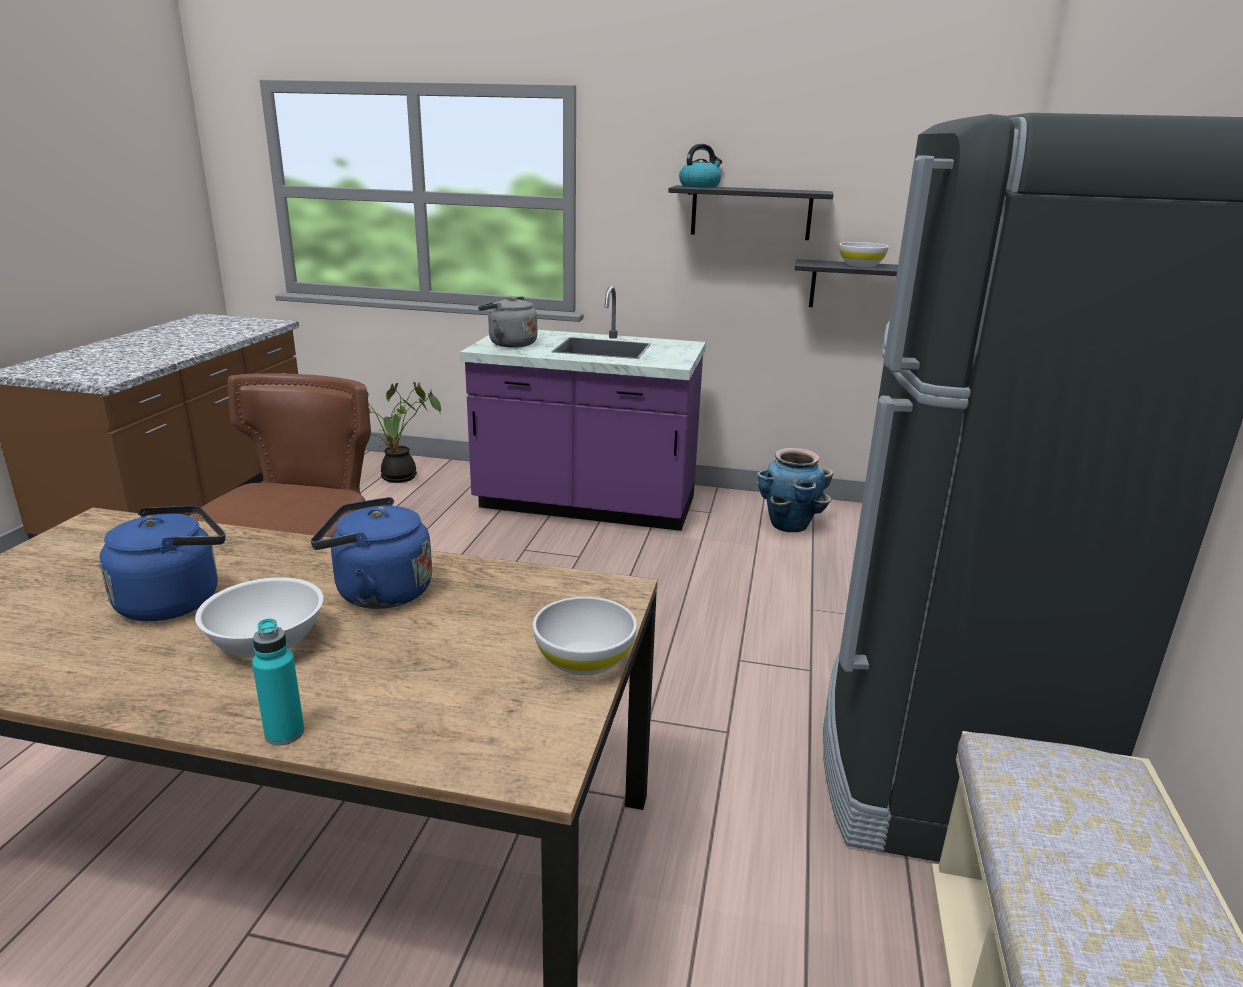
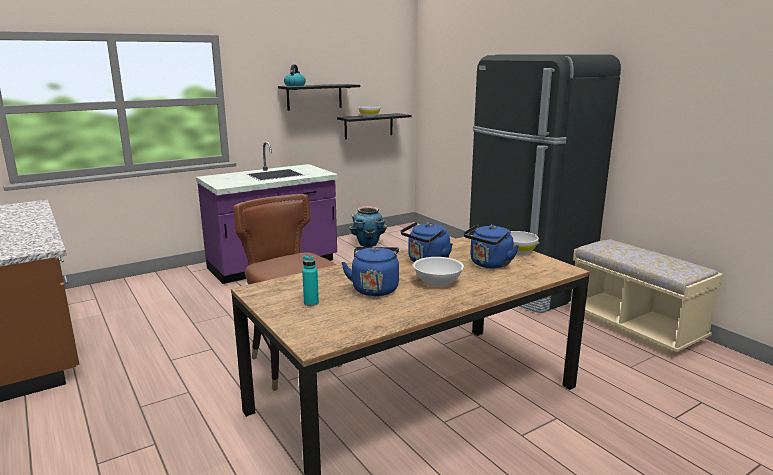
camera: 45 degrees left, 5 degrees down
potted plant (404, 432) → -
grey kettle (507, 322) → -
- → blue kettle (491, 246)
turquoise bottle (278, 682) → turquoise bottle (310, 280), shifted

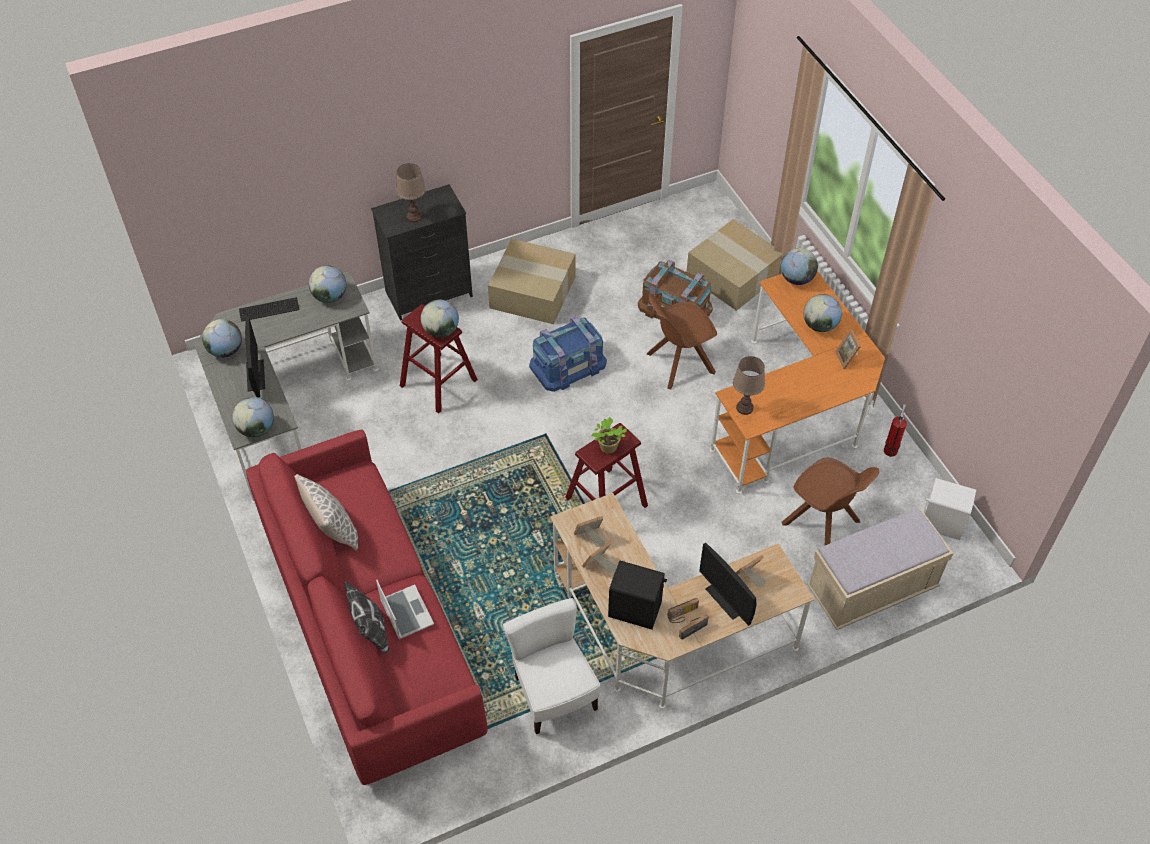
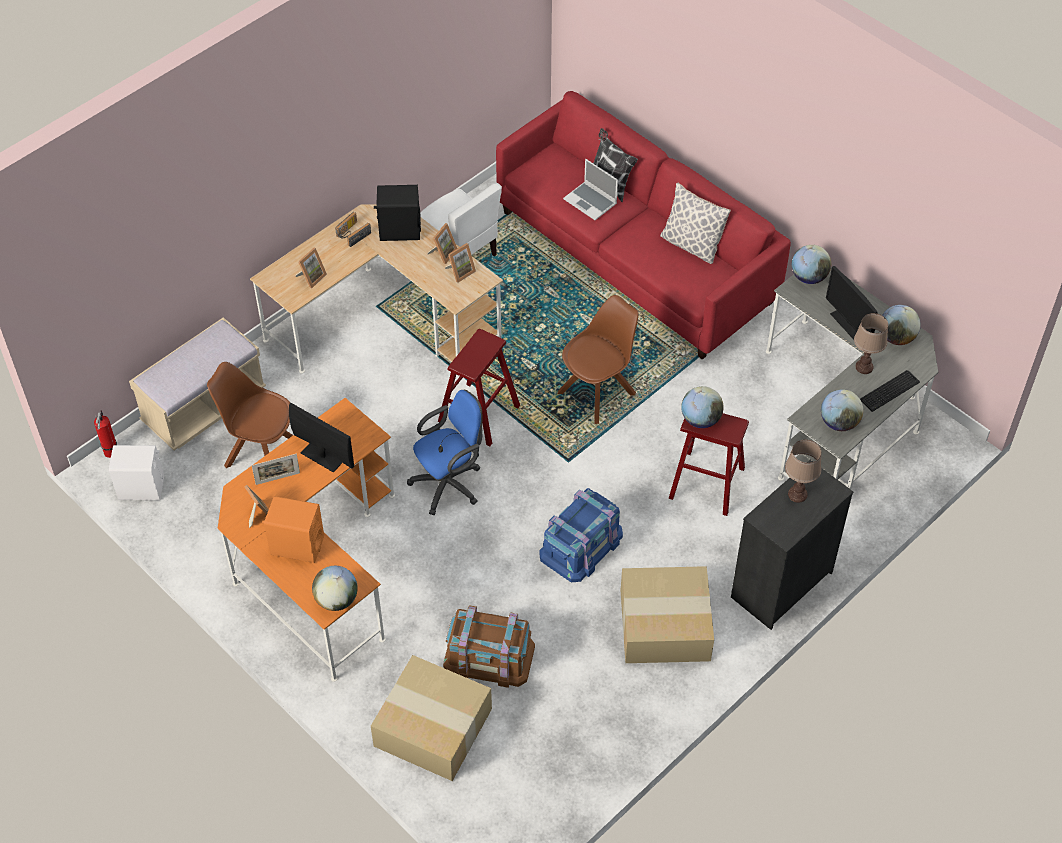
camera: 160 degrees right, 0 degrees up
potted plant (609, 435) → -
- → picture frame (276, 469)
- → blue office chair (444, 452)
brown chair (682, 342) → brown chair (598, 359), shifted
monitor (728, 584) → monitor (321, 438), shifted
brown table lamp (749, 385) → brown table lamp (871, 343), shifted
fire extinguisher (895, 430) → fire extinguisher (105, 434), shifted
globe (822, 313) → orange speaker (293, 529)

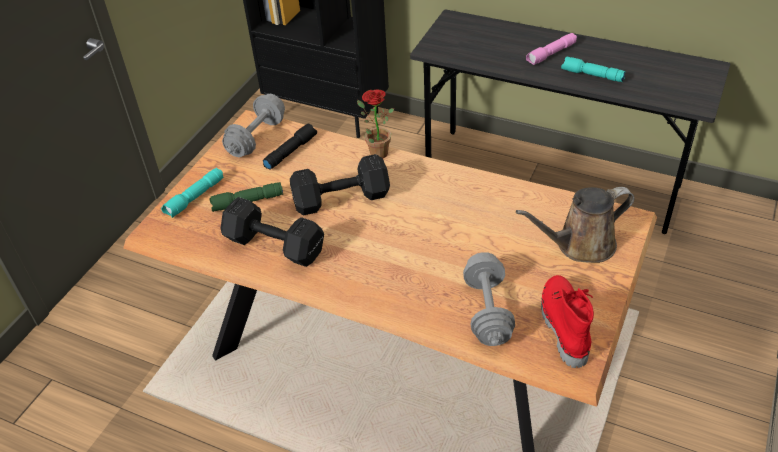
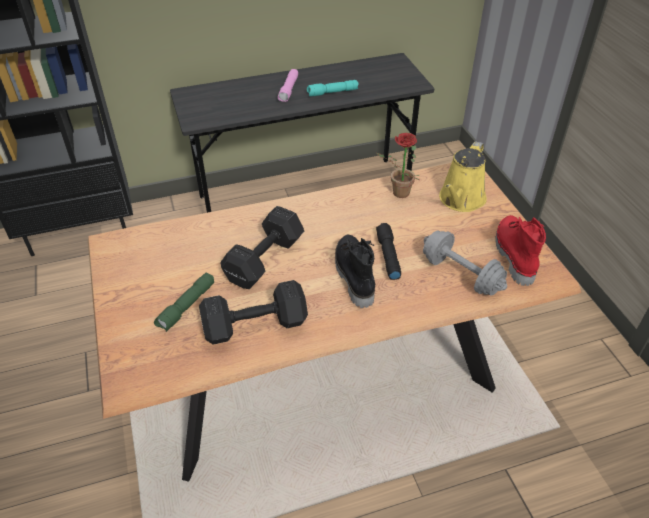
camera: 45 degrees left, 0 degrees up
turquoise flashlight (192, 193) → -
grey dumbbell (253, 125) → -
- → black boot (355, 271)
black flashlight (289, 147) → black flashlight (388, 251), shifted
potted plant (375, 123) → potted plant (398, 165), shifted
brown watering can (575, 225) → yellow watering can (463, 176)
red boot (567, 321) → red boot (520, 250), 45 degrees clockwise

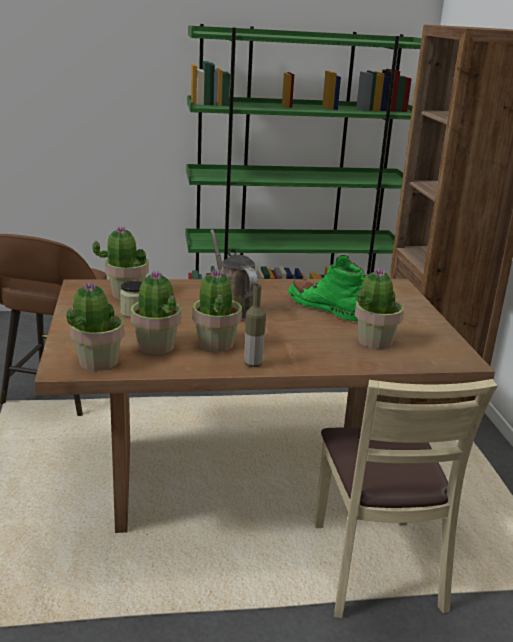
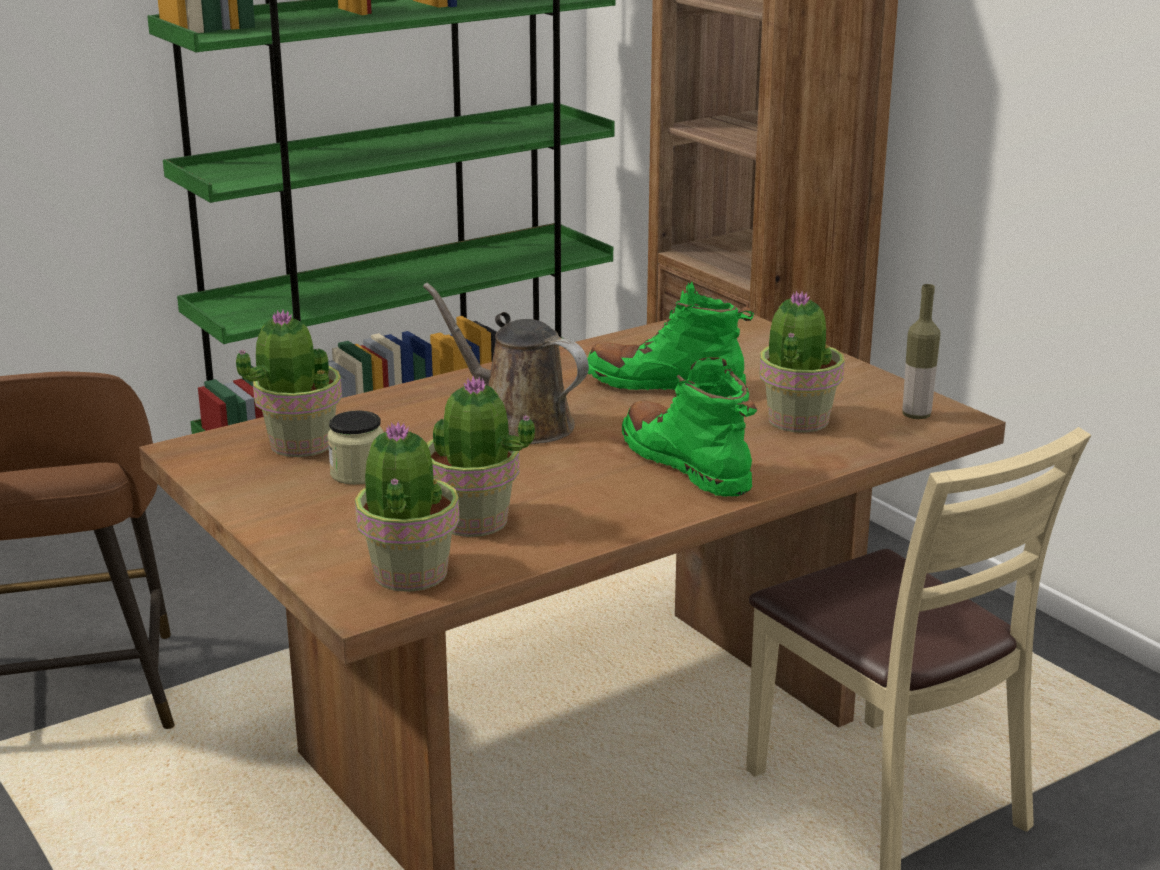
camera: 25 degrees left, 0 degrees up
potted plant (217, 310) → -
- → green boot (689, 427)
bottle (255, 325) → bottle (921, 351), shifted

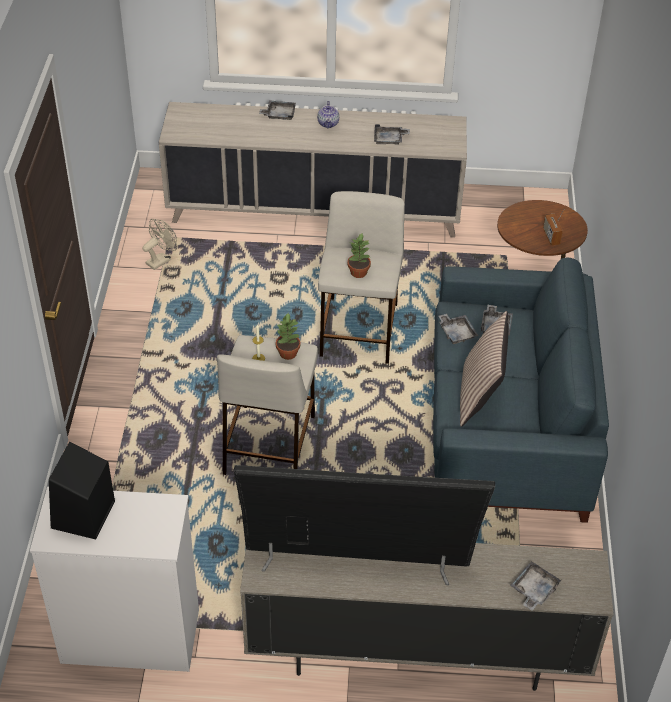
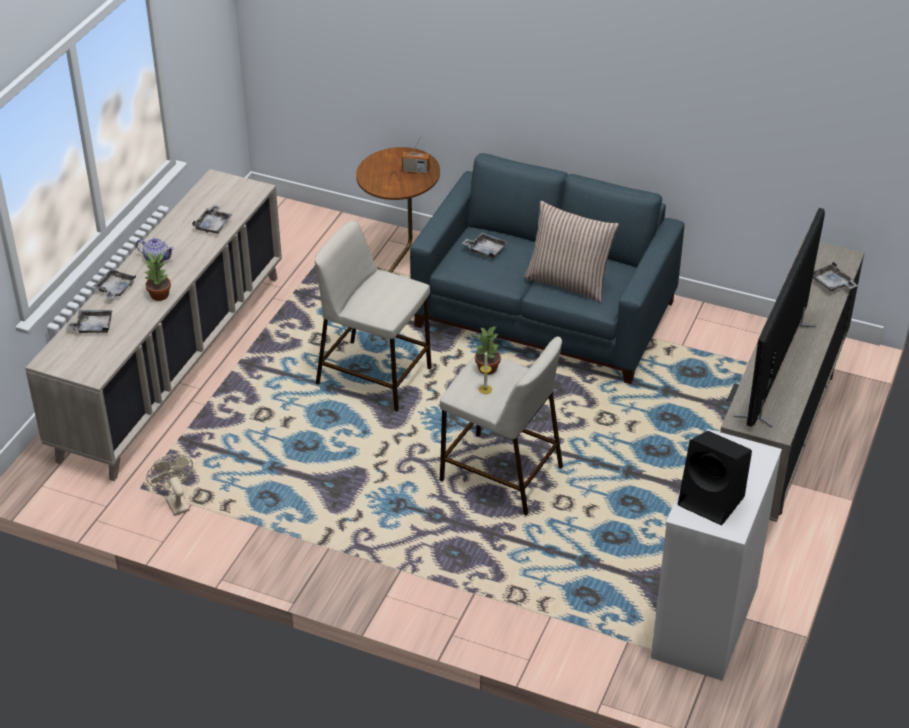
camera: 70 degrees left, 5 degrees down
potted plant (359, 256) → potted plant (158, 277), shifted
grey tray (458, 329) → grey tray (89, 322), shifted

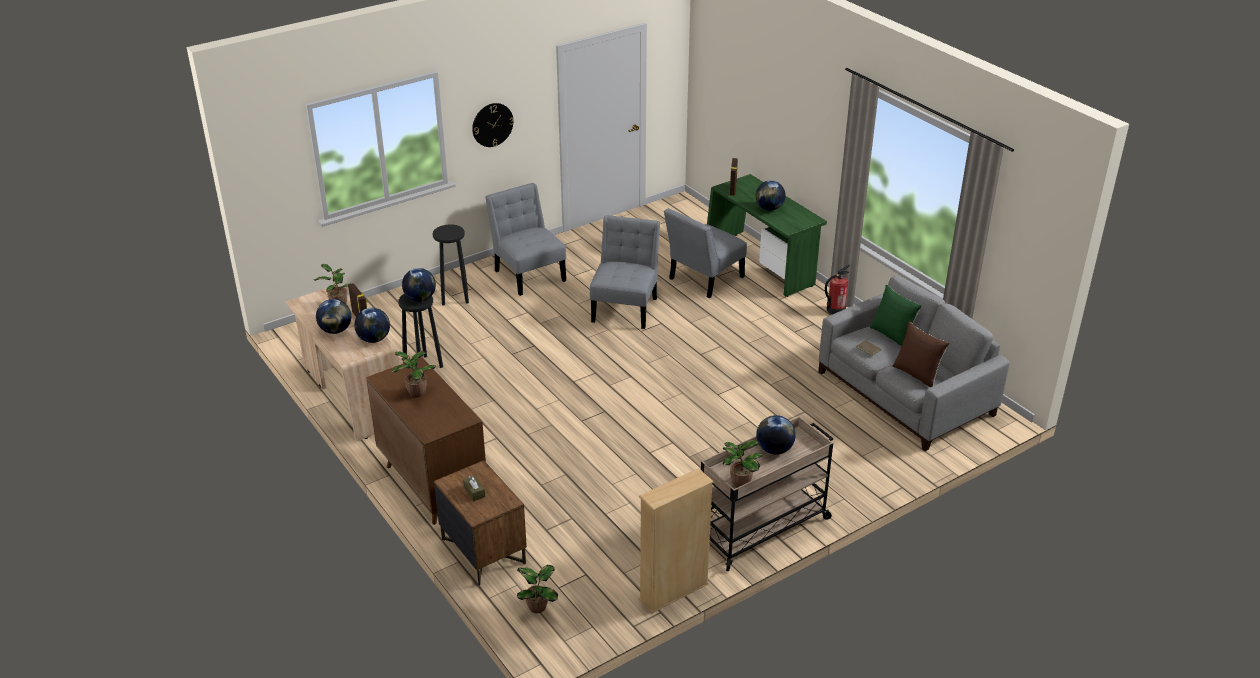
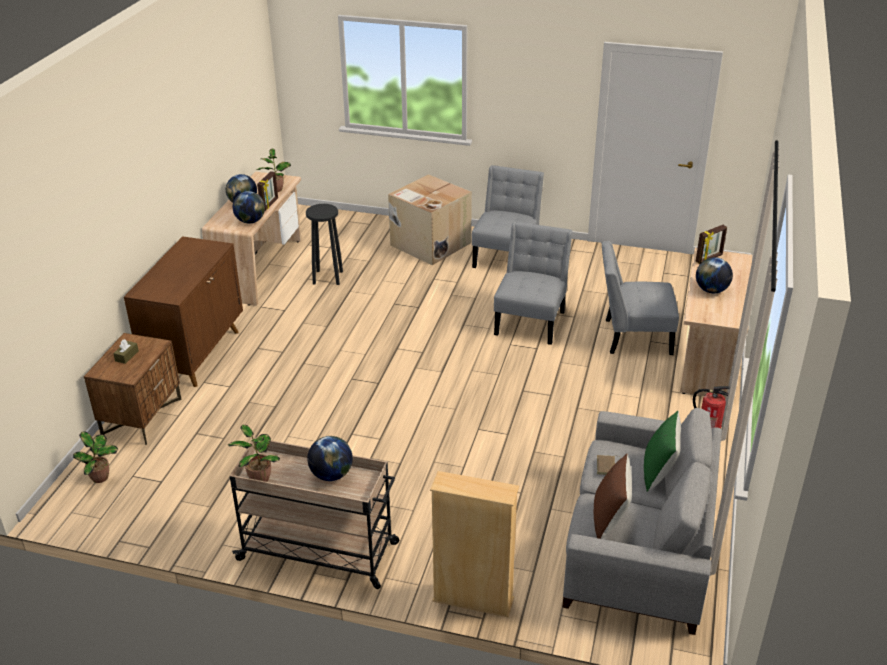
camera: 50 degrees right, 0 degrees up
potted plant (413, 374) → -
globe (419, 285) → -
wall clock (493, 125) → -
beige bookcase (676, 540) → beige bookcase (474, 544), shifted
black stool (451, 265) → cardboard box (430, 219)
green desk (767, 235) → beige desk (716, 323)
grey chair (625, 272) → grey chair (533, 283), 45 degrees counterclockwise

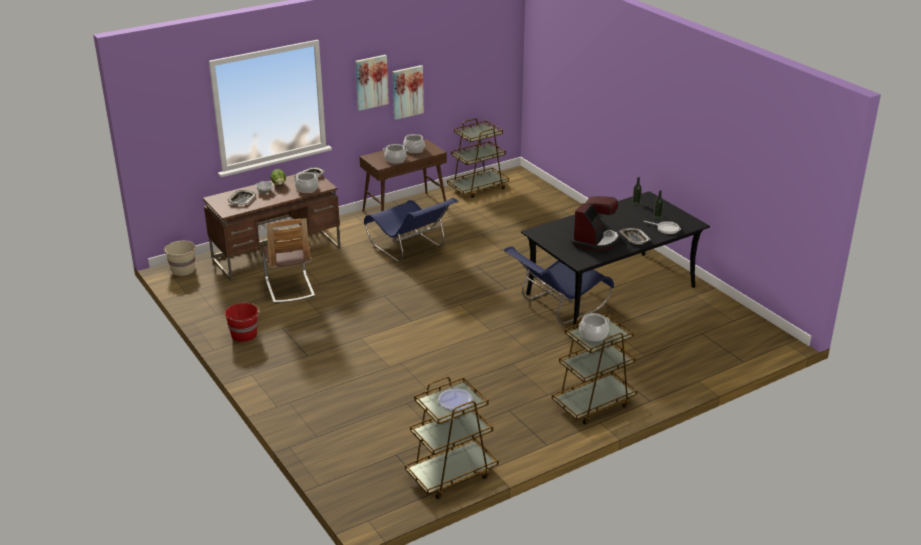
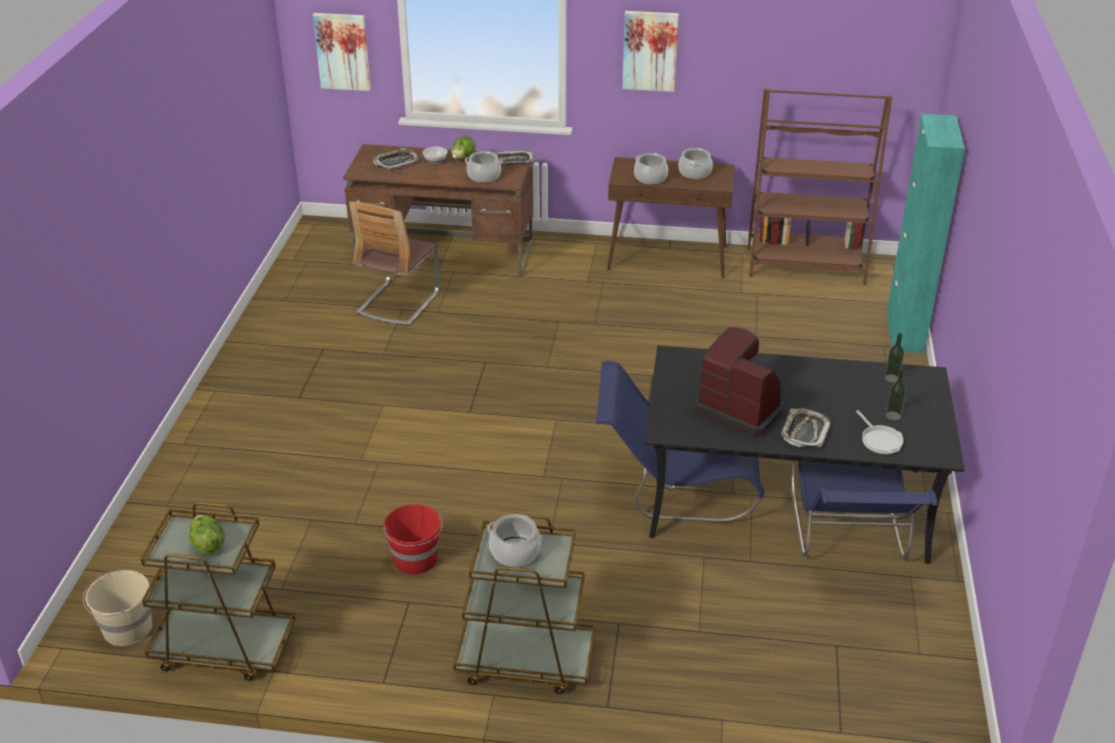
camera: 40 degrees right, 5 degrees up
- → turquoise cabinet (926, 233)
beige bucket (179, 258) → beige bucket (117, 608), shifted
red bucket (242, 322) → red bucket (413, 539), shifted
blue chair (411, 229) → blue chair (865, 509), shifted
picture (408, 92) → picture (342, 52), shifted
plate (455, 399) → lettuce (207, 534)
brown cart (478, 158) → brown bookcase (819, 187)
coffee machine (595, 223) → coffee machine (739, 381), 120 degrees counterclockwise

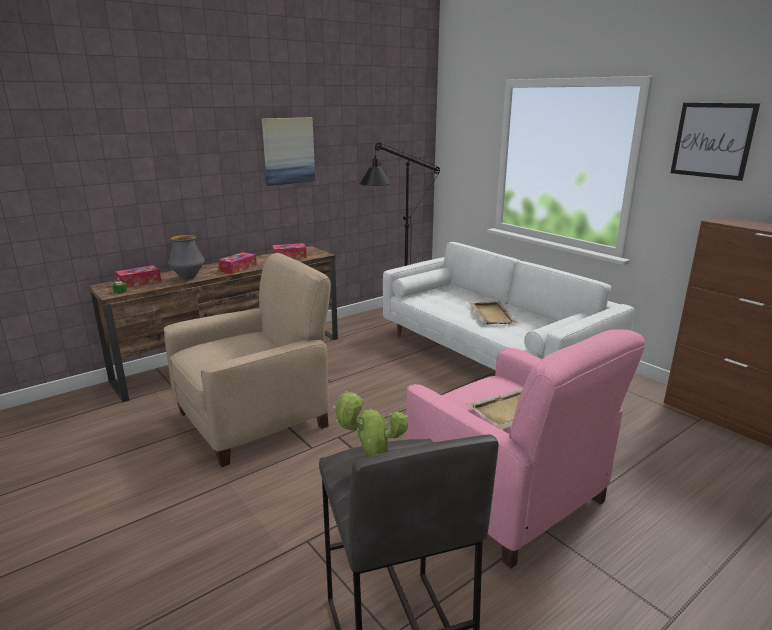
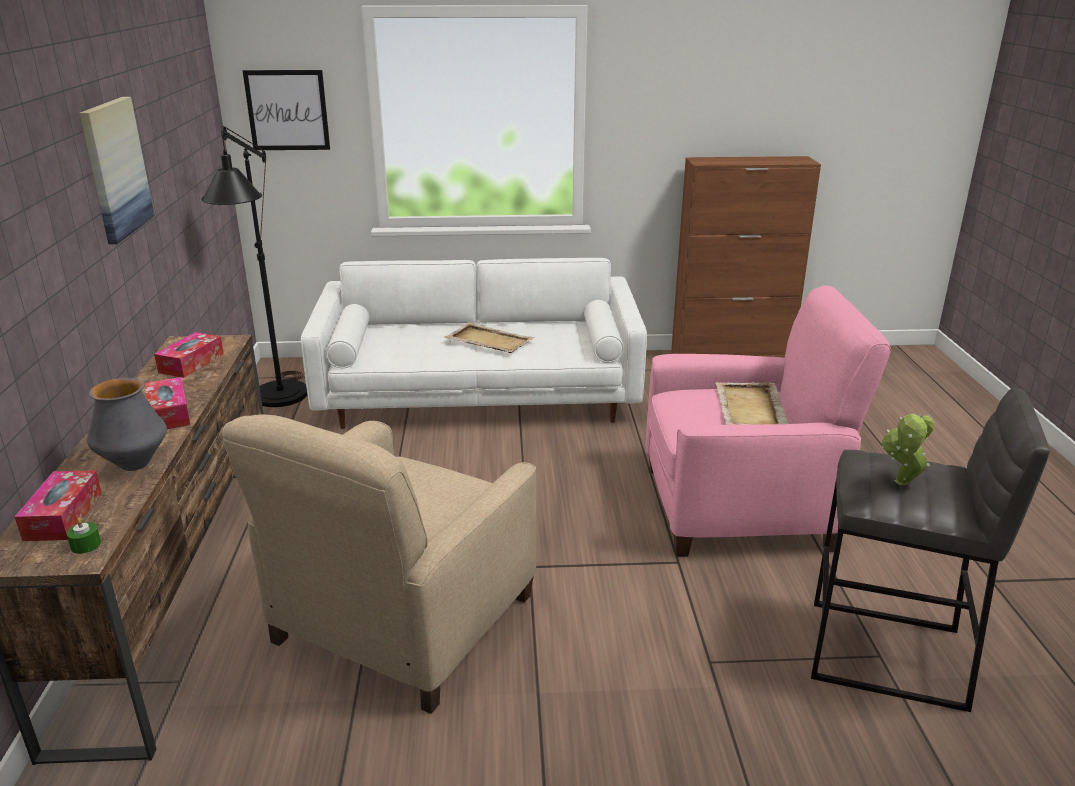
camera: 55 degrees left, 5 degrees up
picture (715, 142) → picture (286, 110), shifted
beige armchair (247, 360) → beige armchair (379, 564), 150 degrees counterclockwise

